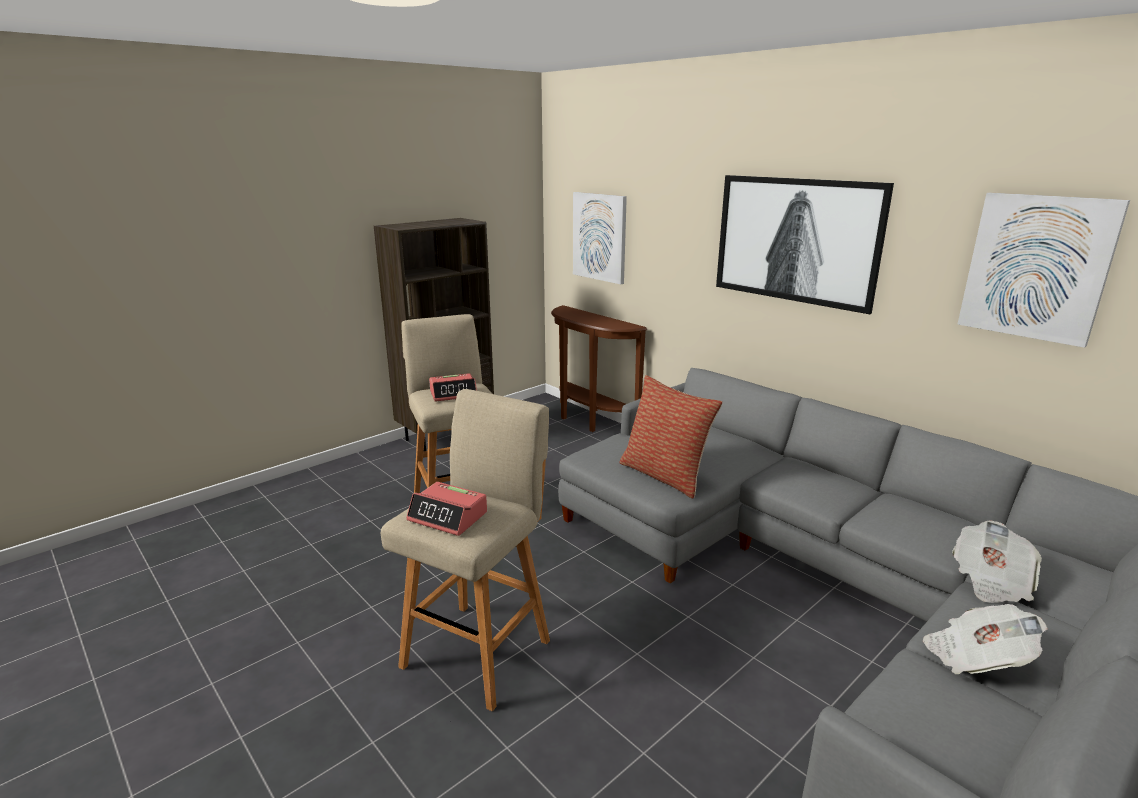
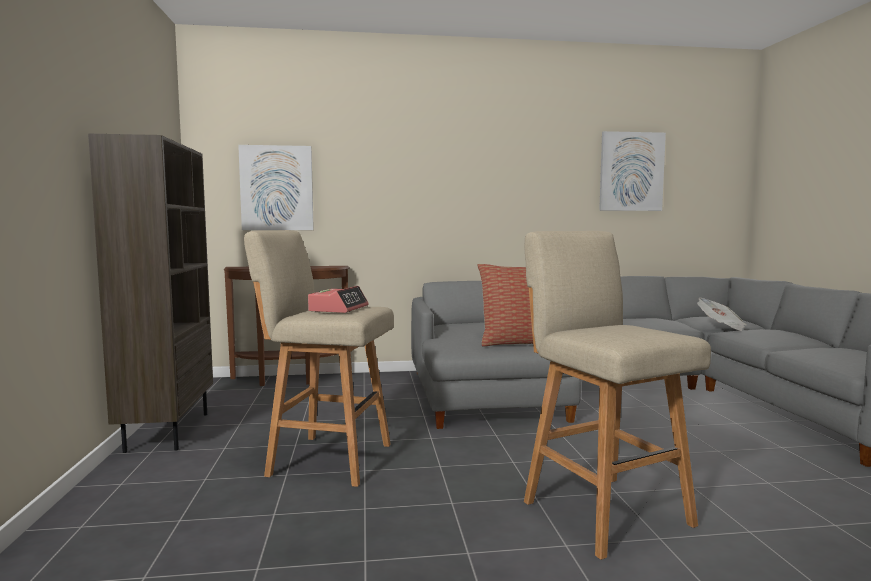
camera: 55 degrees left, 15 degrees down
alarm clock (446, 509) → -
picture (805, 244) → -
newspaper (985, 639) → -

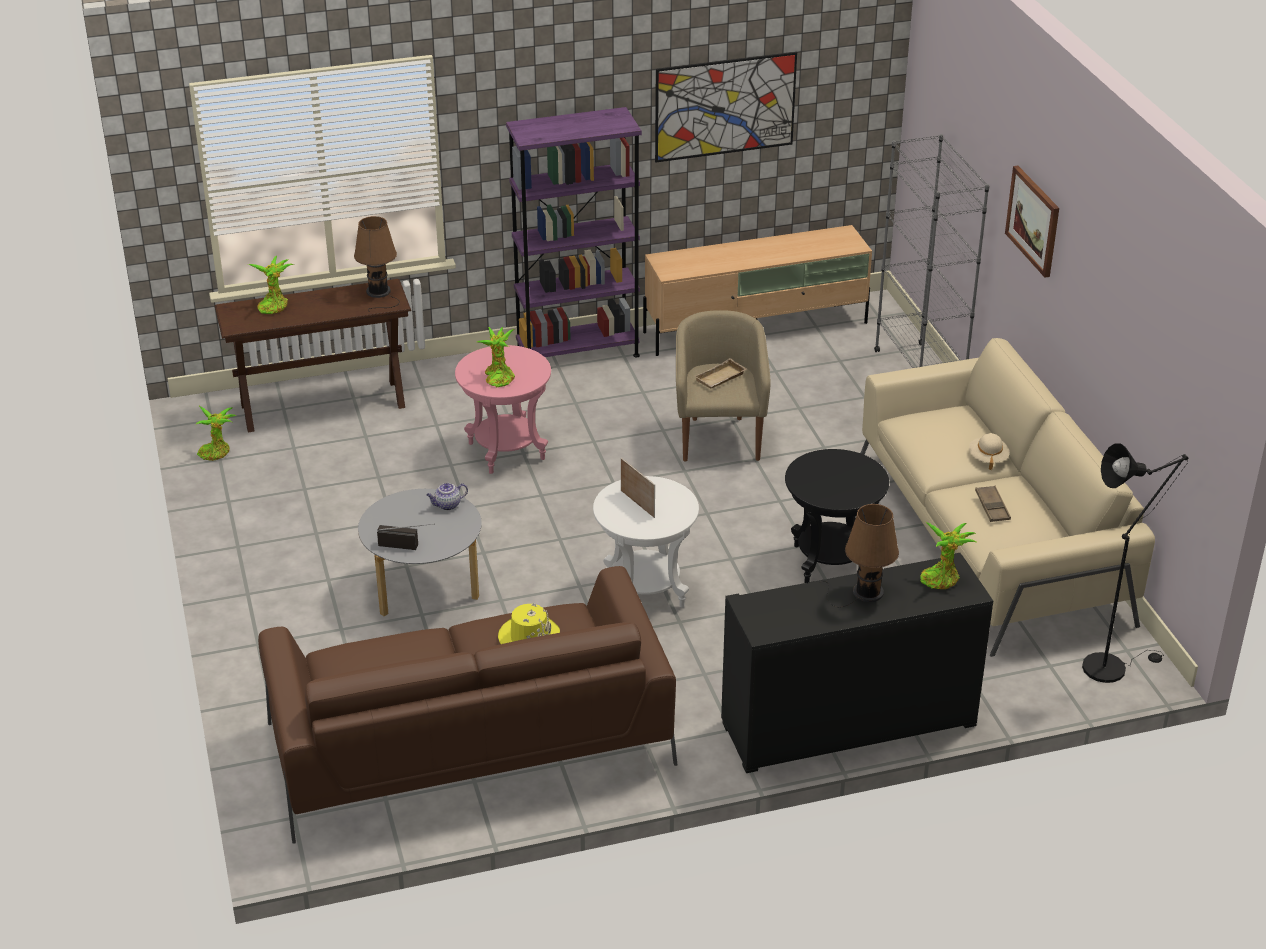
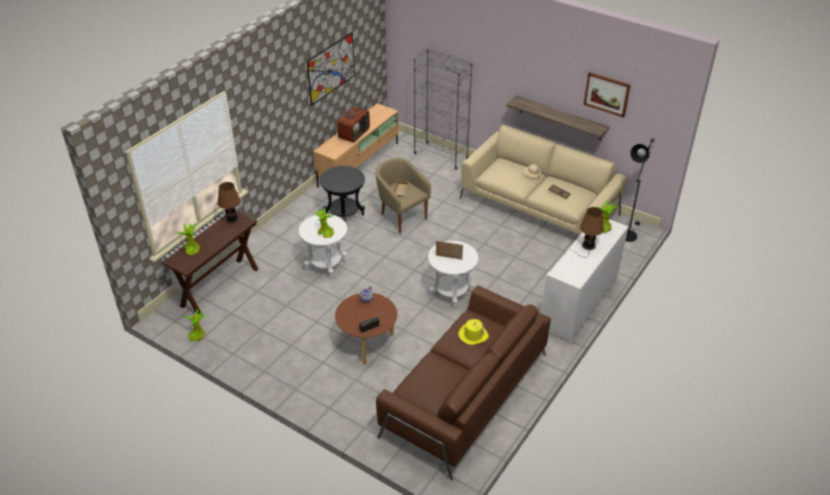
camera: 40 degrees left, 5 degrees up
purple bookcase (574, 232) → -
- → television (353, 118)
- → shelf (558, 118)
black side table (837, 516) → black side table (342, 193), shifted
picture (1032, 222) → picture (607, 95), shifted
grey coffee table (420, 552) → brown coffee table (366, 328)
pink side table (503, 409) → white side table (323, 246)
black cabinet (857, 663) → white cabinet (584, 281)

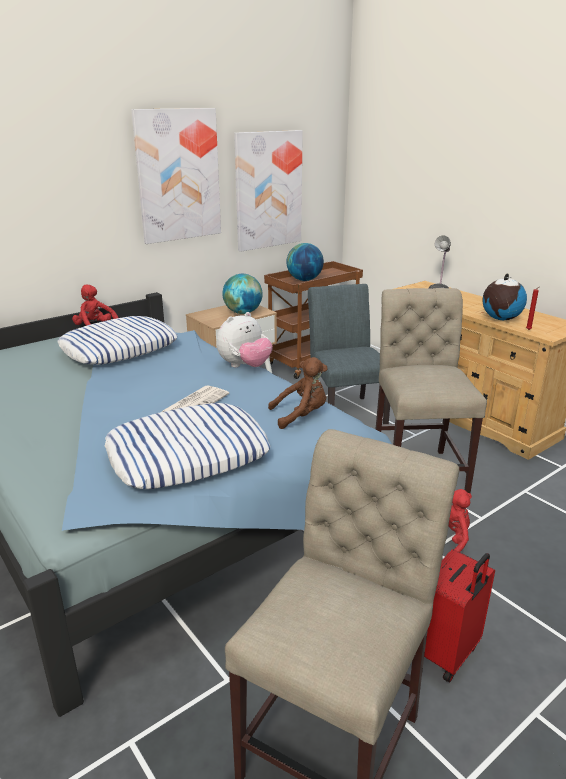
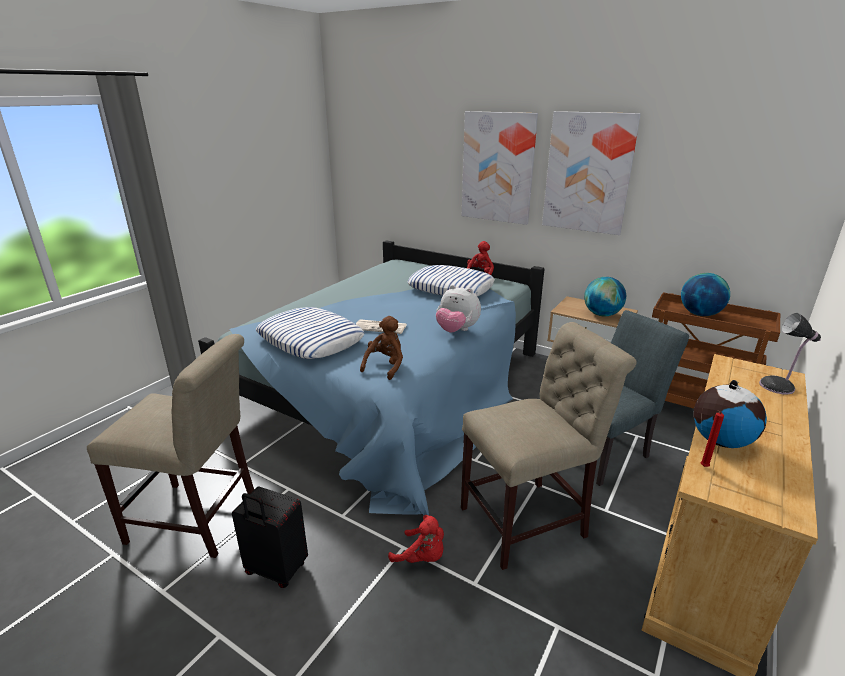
camera: 70 degrees right, 0 degrees up
picture (268, 191) → picture (500, 168), shifted
red suitcase (459, 615) → black suitcase (270, 537)
brown plush toy (297, 393) → brown plush toy (381, 348), 120 degrees counterclockwise

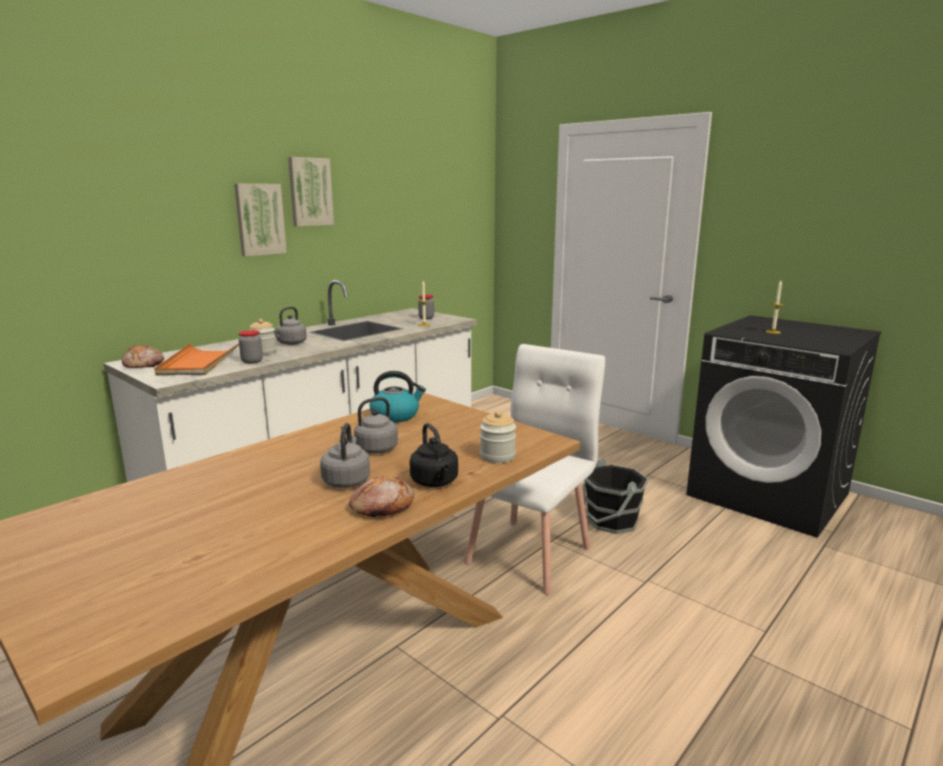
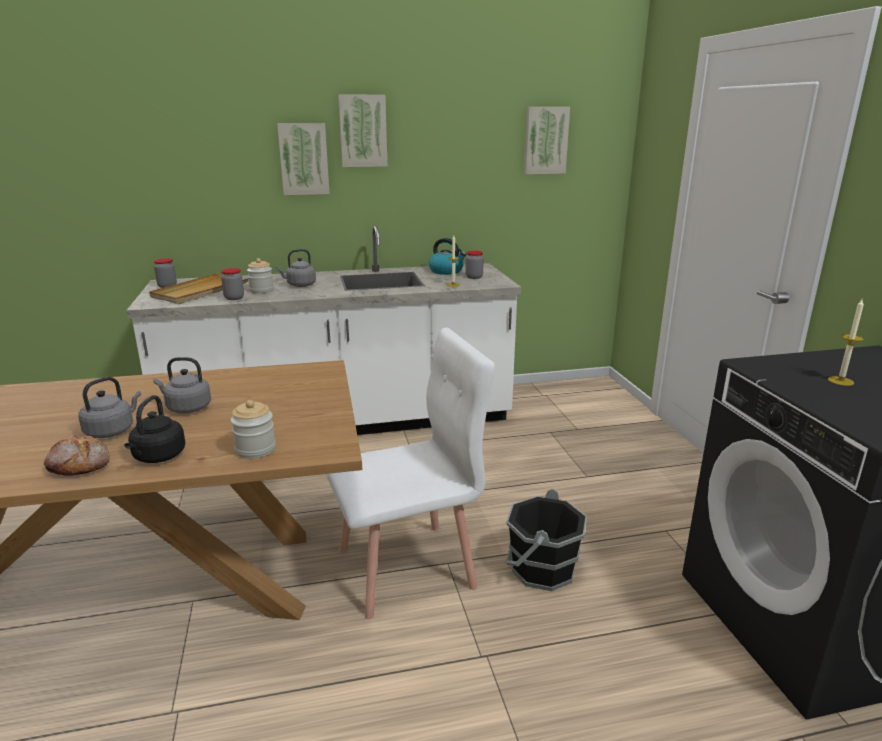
camera: 35 degrees right, 5 degrees up
- → picture (547, 140)
kettle (398, 397) → kettle (447, 256), shifted
bread (143, 356) → jar (165, 273)
orange tray (196, 359) → beige tray (198, 288)

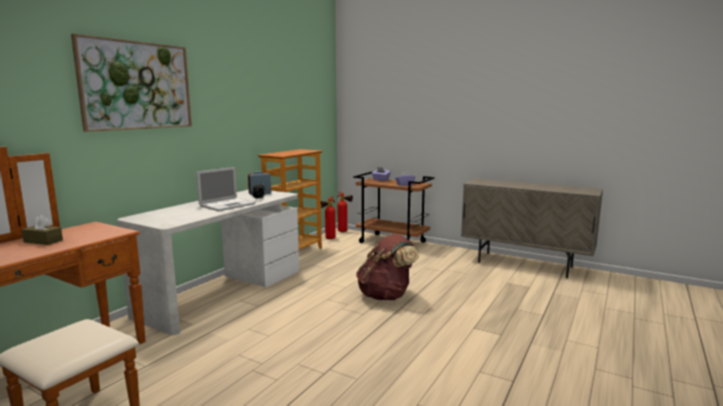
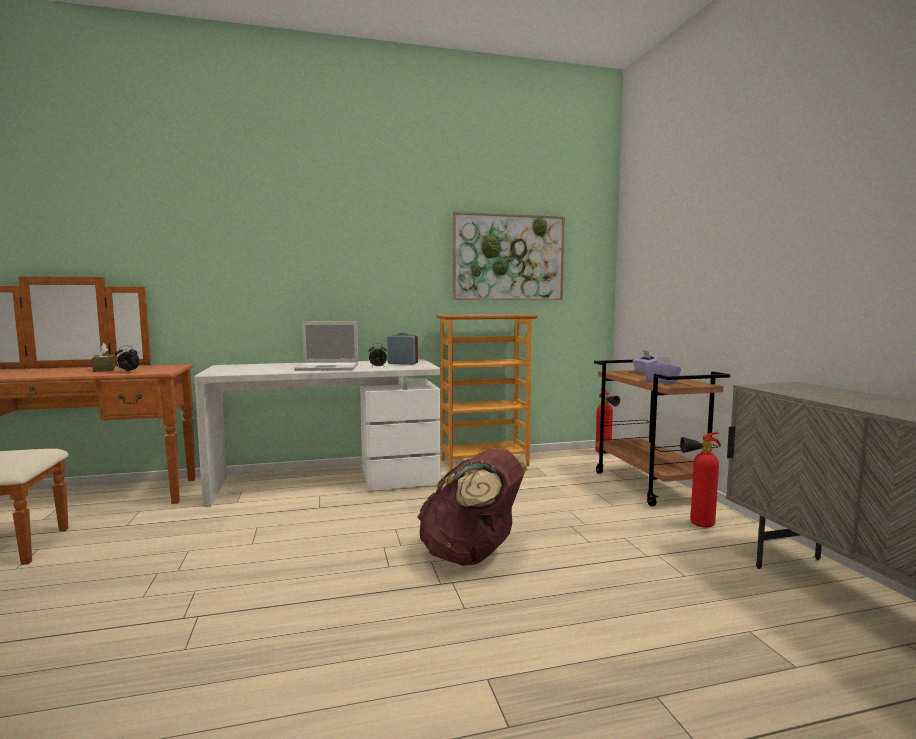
camera: 45 degrees right, 5 degrees down
- → alarm clock (127, 359)
picture (131, 83) → picture (509, 256), shifted
fire extinguisher (328, 218) → fire extinguisher (700, 480), shifted

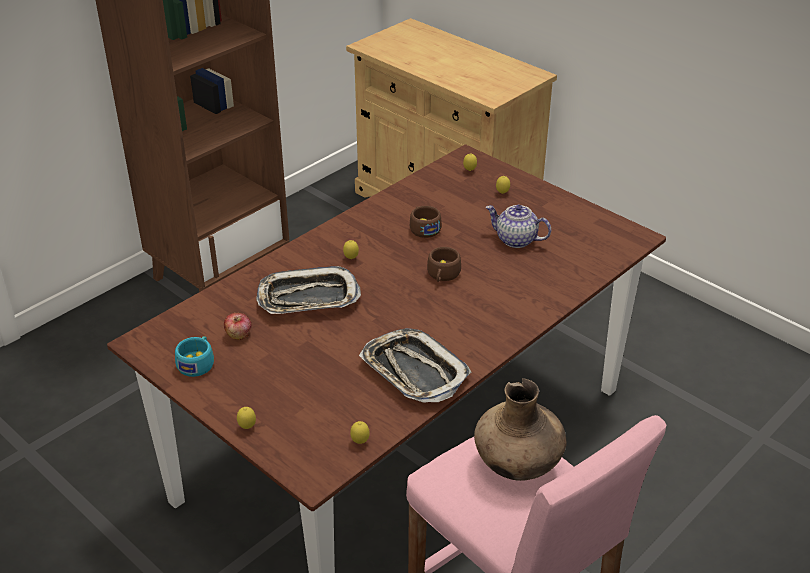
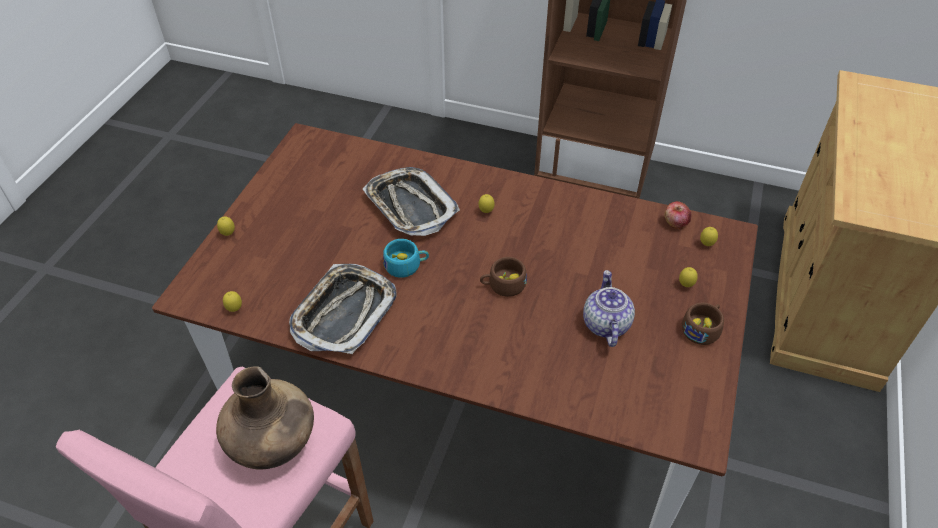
camera: 65 degrees right, 10 degrees up
turquoise cup (194, 356) → turquoise cup (406, 258), shifted
apple (237, 326) → apple (678, 215), shifted
brown cup (426, 222) → brown cup (703, 324), shifted

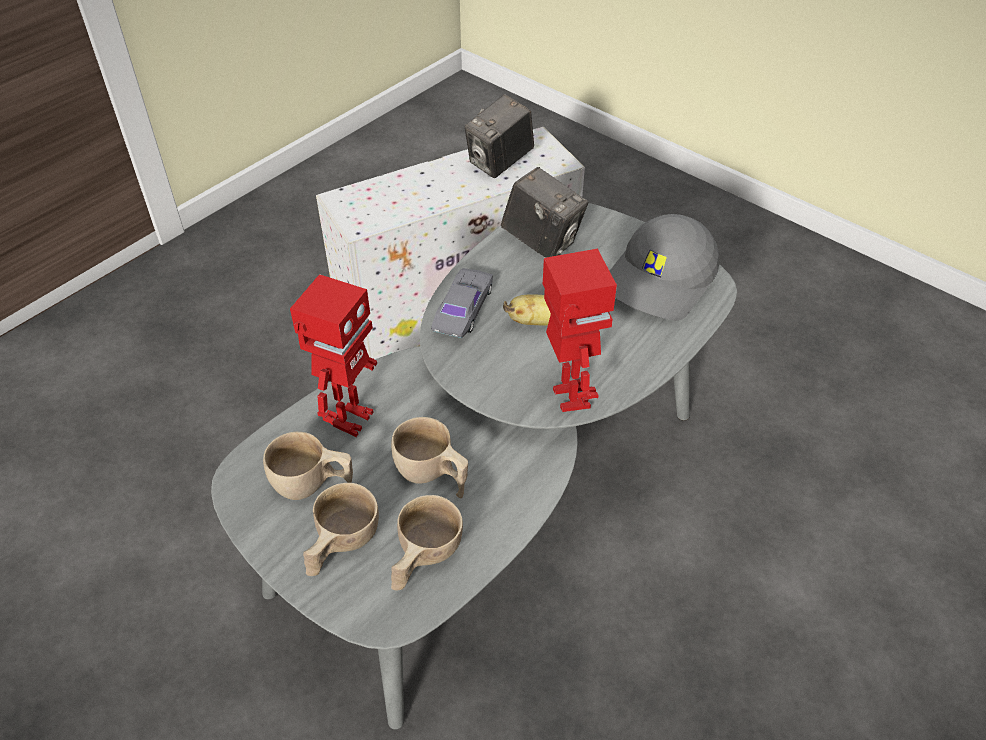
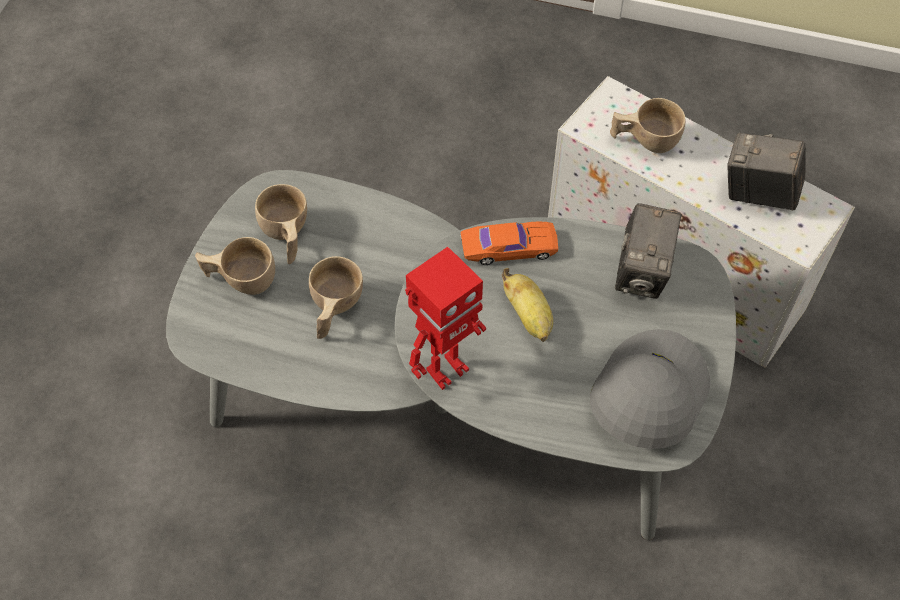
camera: 65 degrees right, 10 degrees up
toy robot (333, 355) → -
beige cup (427, 543) → beige cup (647, 125), shifted
grey toy car (462, 303) → orange toy car (509, 243)
grey cap (665, 267) → grey cap (650, 389), 105 degrees clockwise

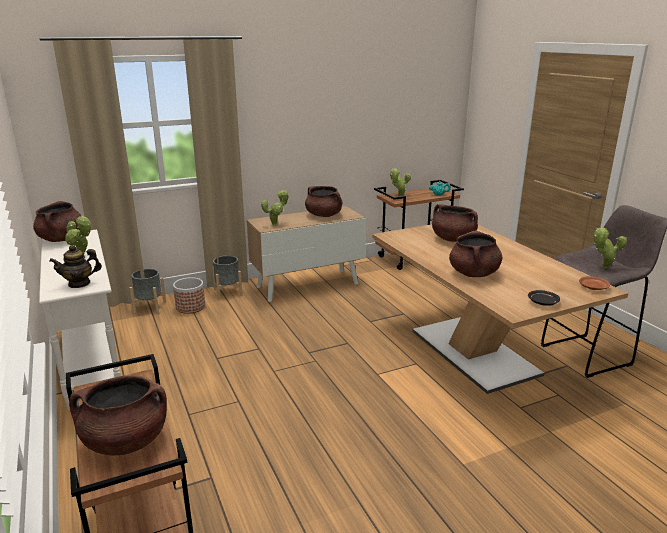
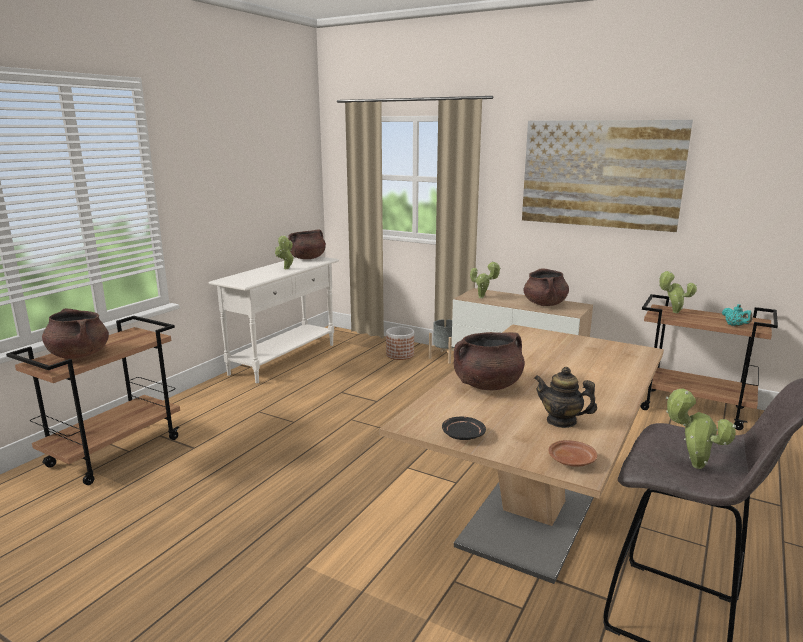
camera: 55 degrees right, 5 degrees down
grey planter (147, 291) → -
brown cooking pot (455, 223) → -
- → picture (607, 176)
teapot (76, 266) → teapot (565, 397), shifted

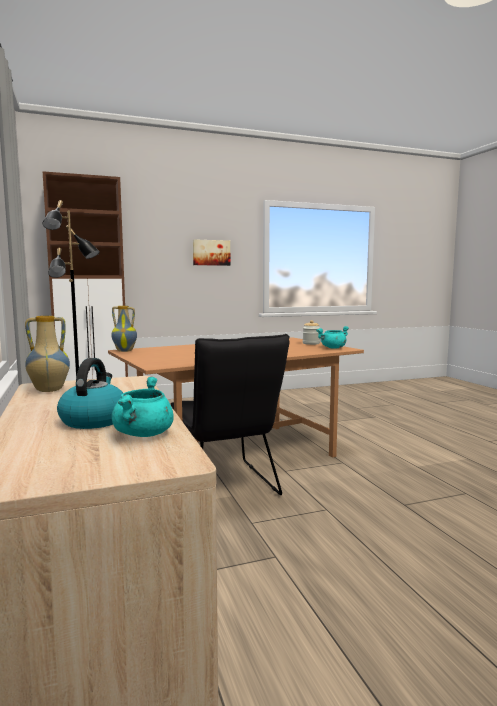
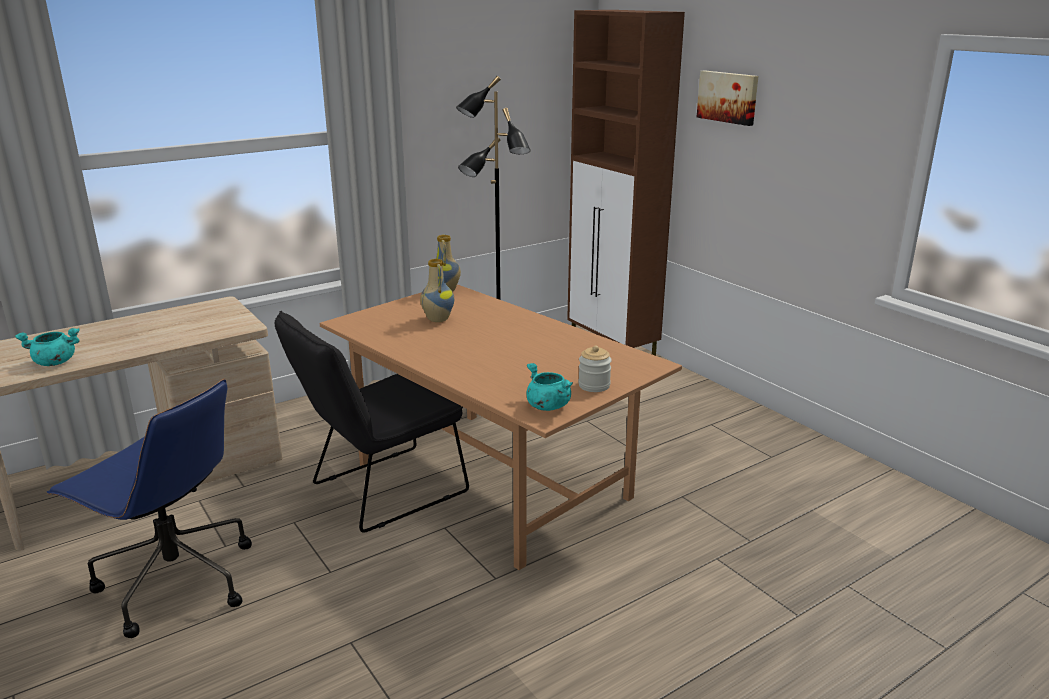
camera: 75 degrees right, 15 degrees up
kettle (90, 393) → -
- → blue office chair (149, 508)
vase (47, 354) → vase (437, 290), shifted
picture (211, 252) → picture (727, 98), shifted

